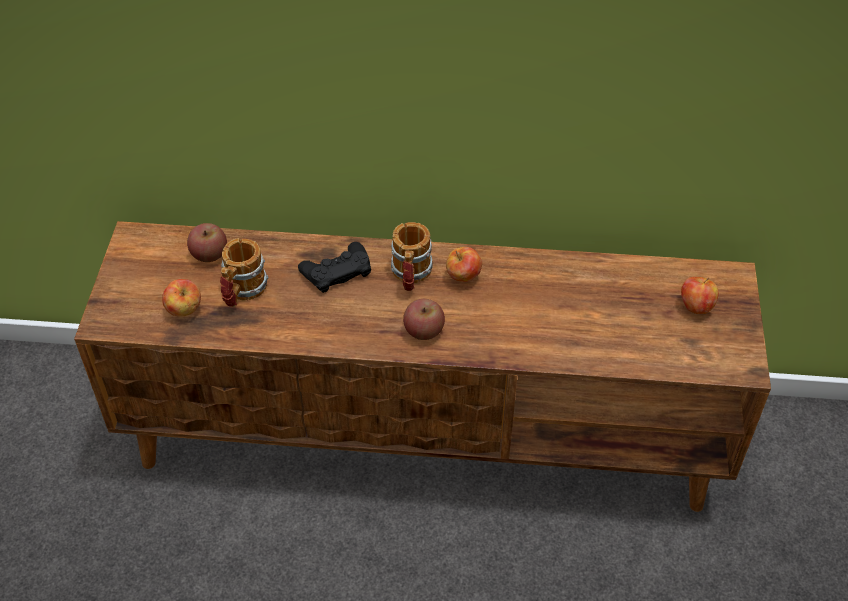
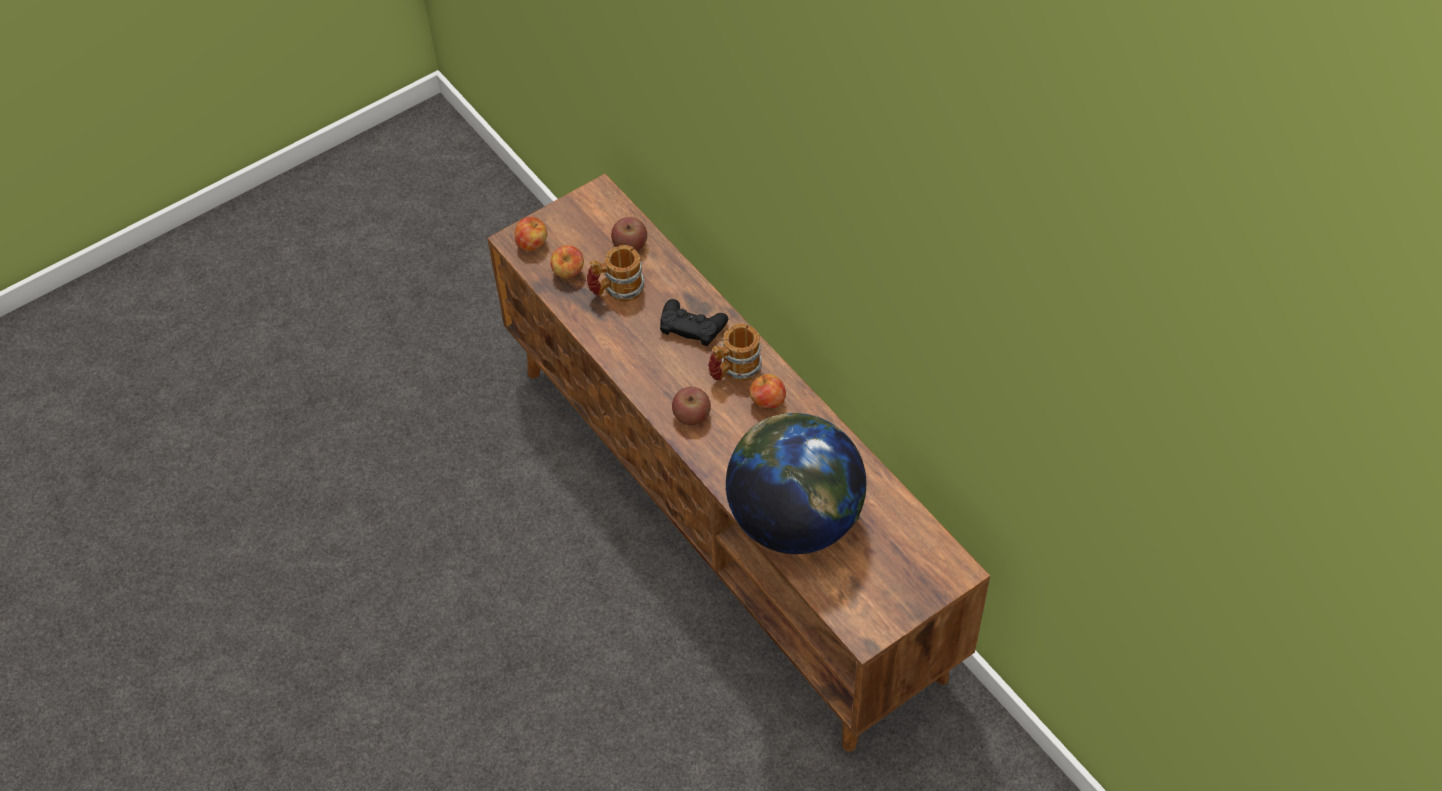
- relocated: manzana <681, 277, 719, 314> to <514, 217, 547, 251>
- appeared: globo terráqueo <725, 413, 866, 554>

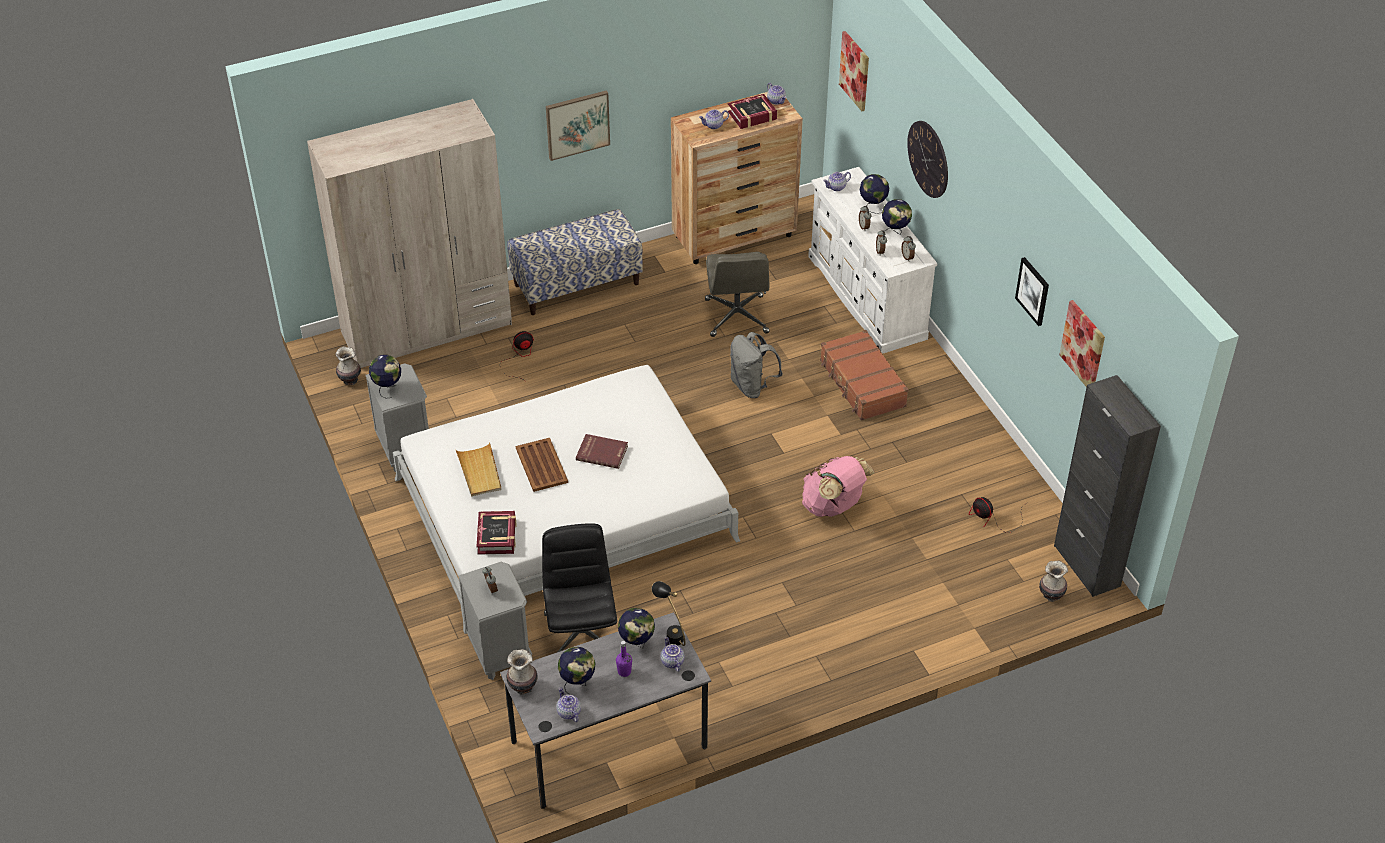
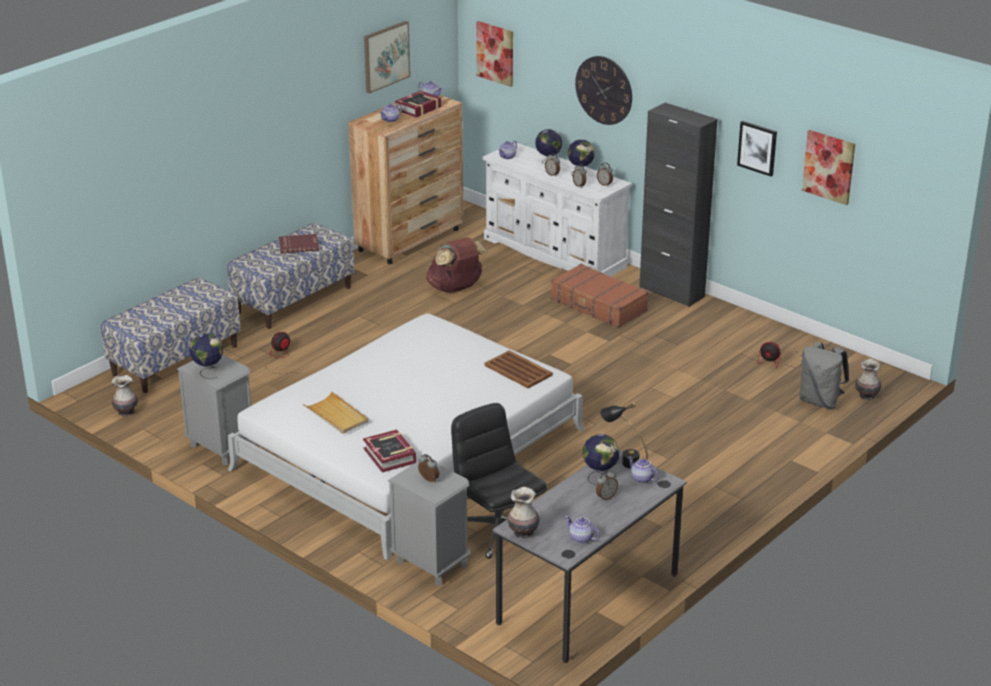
- exchanged: armario ropero [beis] <307, 99, 512, 368> to banco <101, 278, 241, 393>
- relocated: libro [rojo] <576, 434, 628, 469> to <279, 234, 319, 254>
- relocated: cuadro <546, 90, 610, 161> to <364, 21, 410, 93>
- exchanged: silla de oficina [gris] <705, 252, 770, 337> to mochila [marrón] <426, 237, 488, 293>
- relocated: bandeja [marrón] <516, 438, 568, 492> to <484, 350, 553, 389>
- exchanged: botella [morado] <616, 641, 632, 677> to despertador <596, 470, 618, 501>
- relocated: armario [negro] <1054, 375, 1161, 597> to <639, 103, 718, 307>
- relocated: mochila [gris] <730, 332, 783, 398> to <799, 342, 849, 409>
- missing: globo terráqueo <558, 647, 596, 695>
- missing: mochila [rosa] <802, 456, 875, 517>

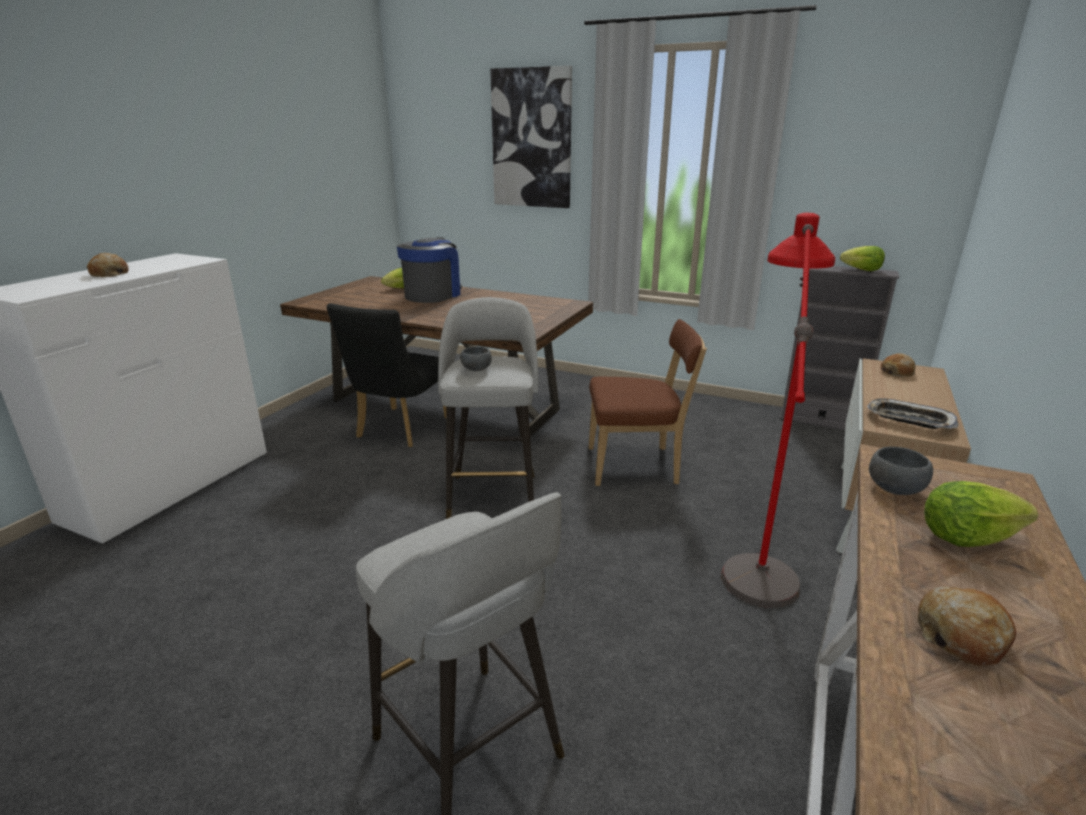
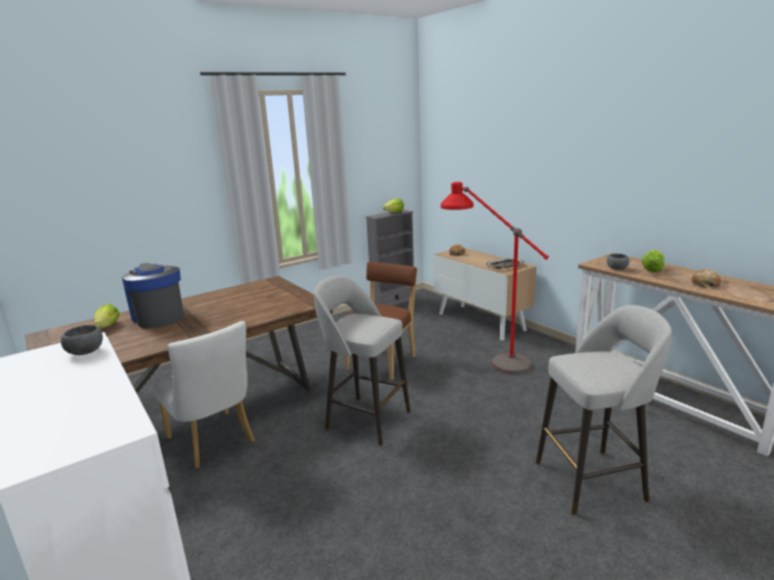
- relocated: cuenco [gris] <460, 347, 492, 371> to <61, 325, 103, 355>
- colour: silla [negro] <327, 303, 446, 447> to silla [blanco] <153, 321, 255, 468>
- missing: pan <87, 253, 128, 277>
- missing: cuadro <490, 66, 572, 208>

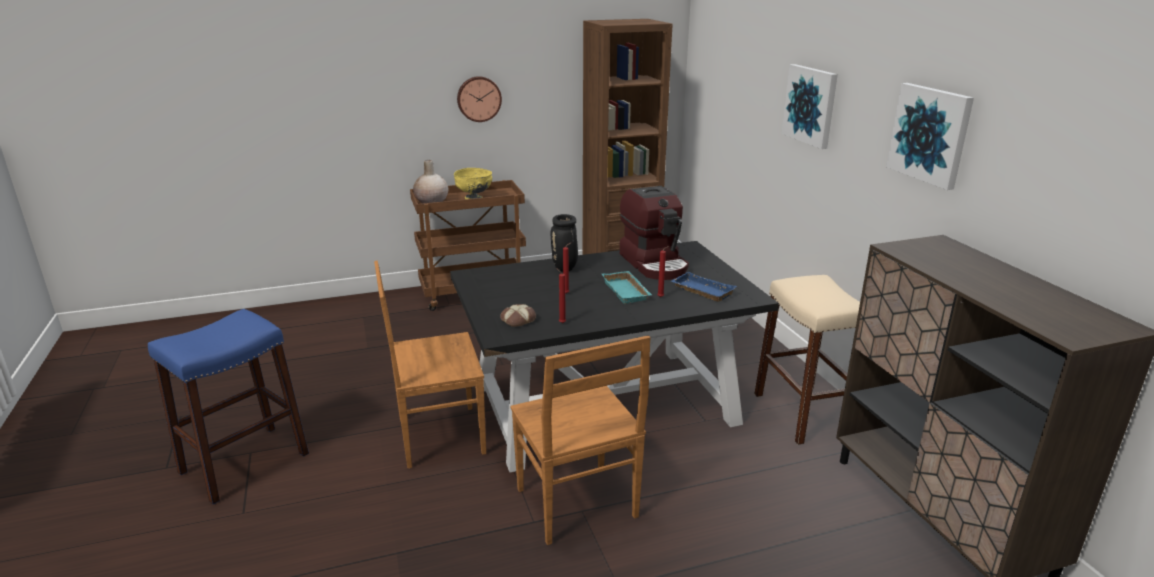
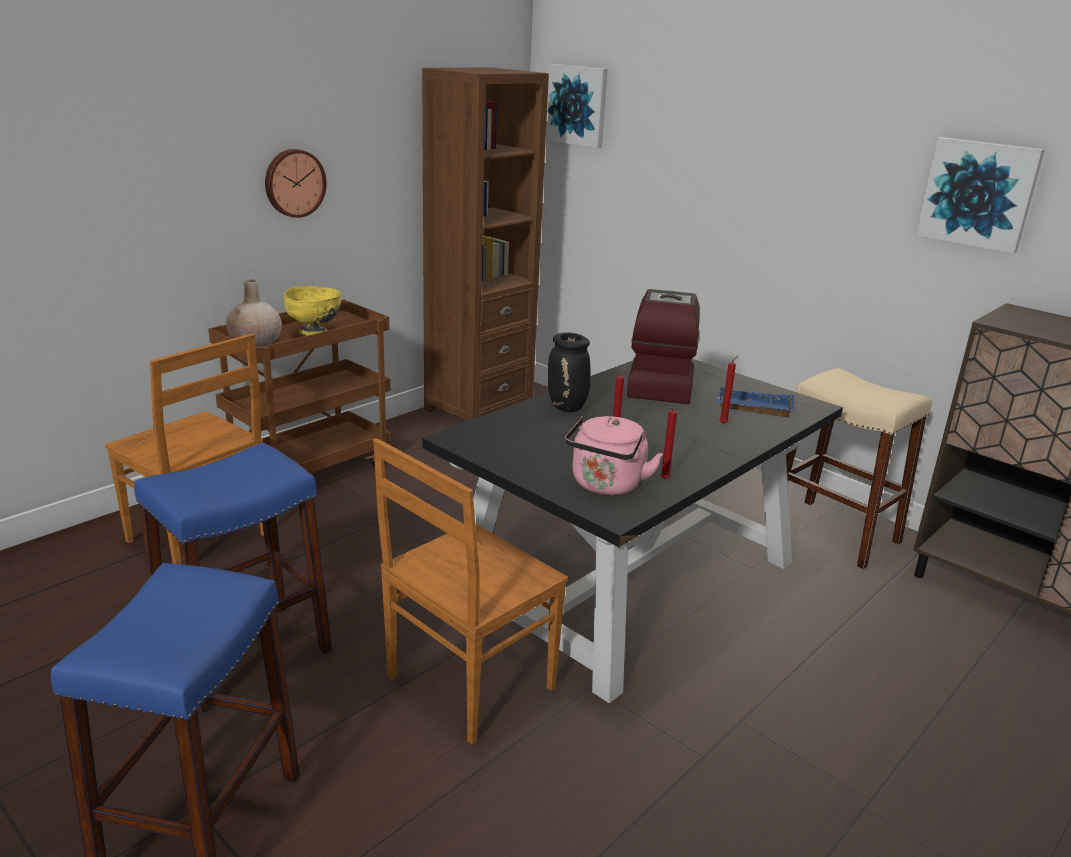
- relocated: silla [marrón] <511, 335, 651, 545> to <105, 334, 264, 564>
- appeared: taburete [azul] <134, 443, 332, 714>
- relocated: cuadro <782, 64, 838, 149> to <546, 64, 608, 148>
- exchanged: pan <500, 304, 536, 327> to hervidor [rosa] <565, 416, 663, 496>
- spun: cafetera <620, 186, 689, 280> = <627, 289, 700, 404> 120 degrees counterclockwise
- missing: bandeja [turquesa] <602, 271, 652, 304>

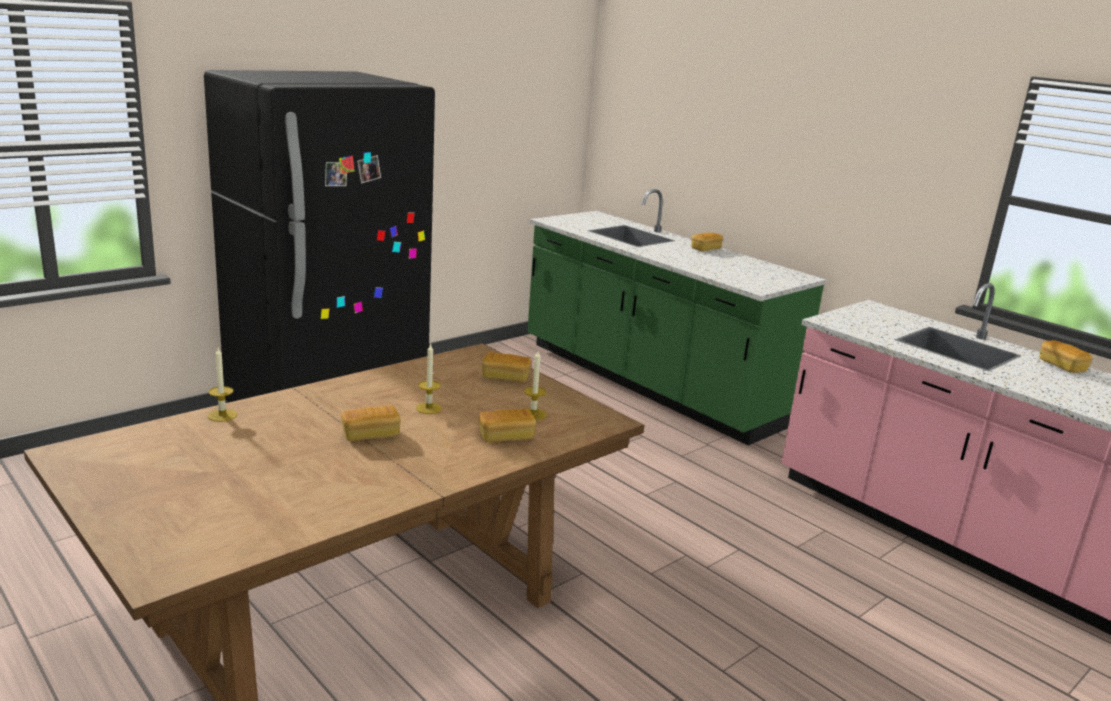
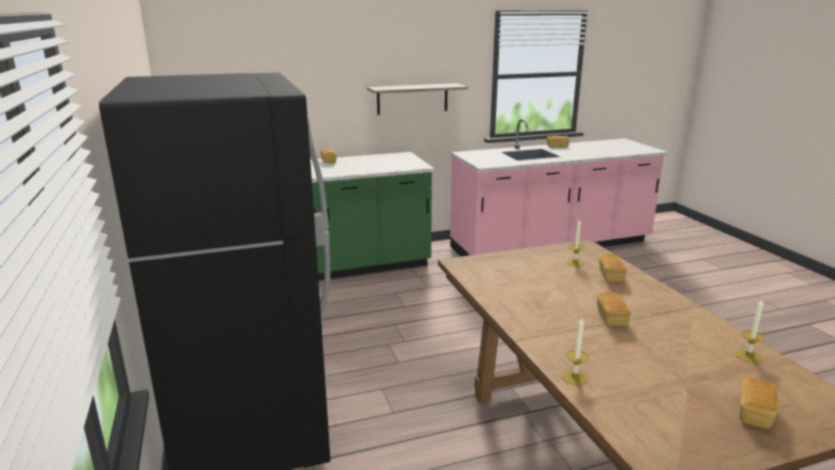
- appeared: estante <367, 83, 468, 115>
- relocated: vela <416, 343, 442, 414> to <735, 300, 765, 363>
- relocated: pan <482, 352, 531, 382> to <740, 377, 778, 429>

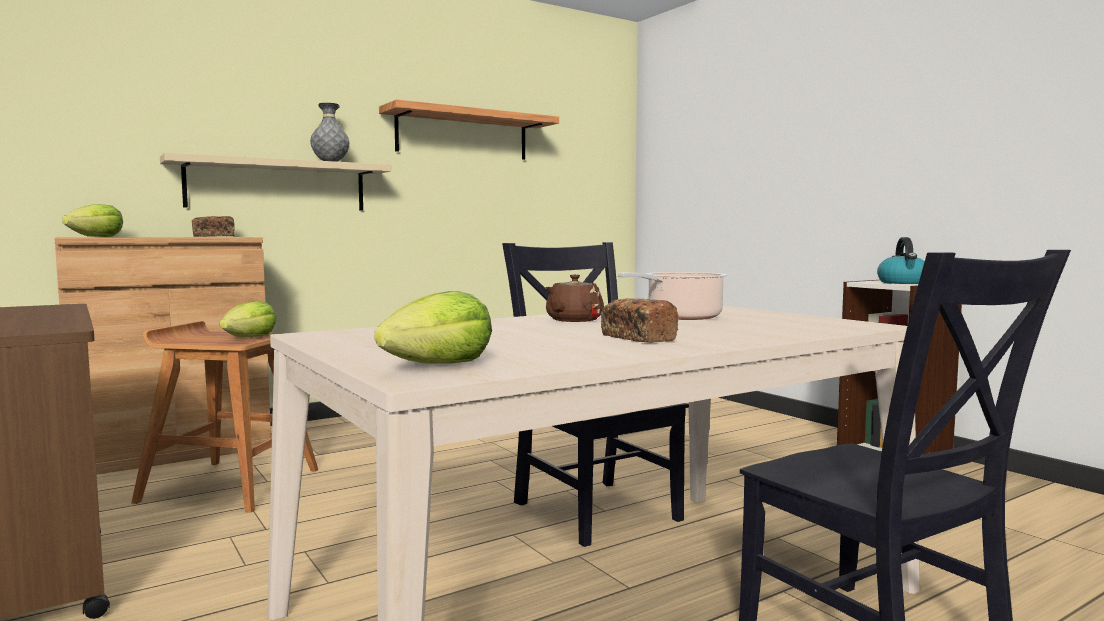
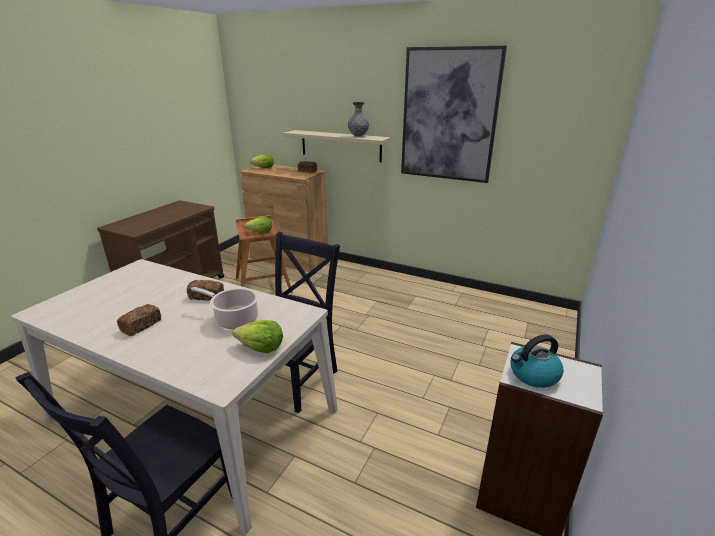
- exchanged: tetera [marrón] <545, 274, 604, 322> to pan <187, 280, 224, 301>
- relocated: lechuga <374, 291, 492, 364> to <232, 320, 283, 353>
- exchanged: estante <379, 99, 559, 160> to cuadro <401, 46, 507, 183>

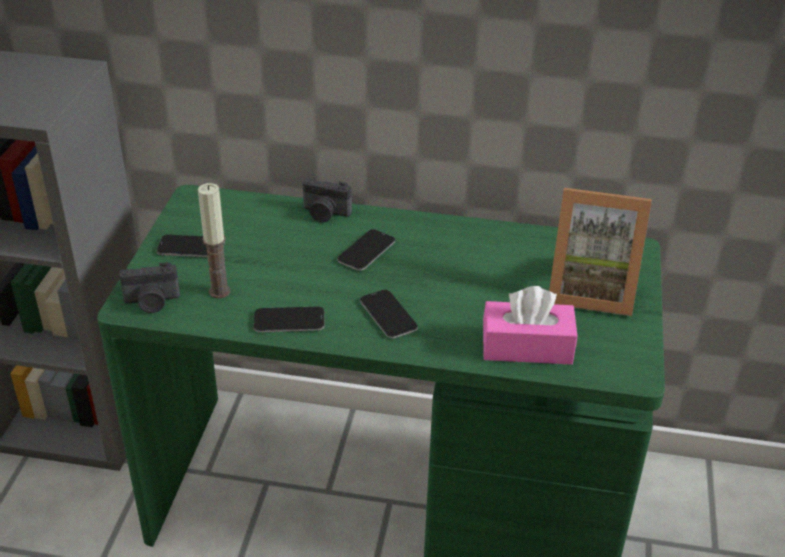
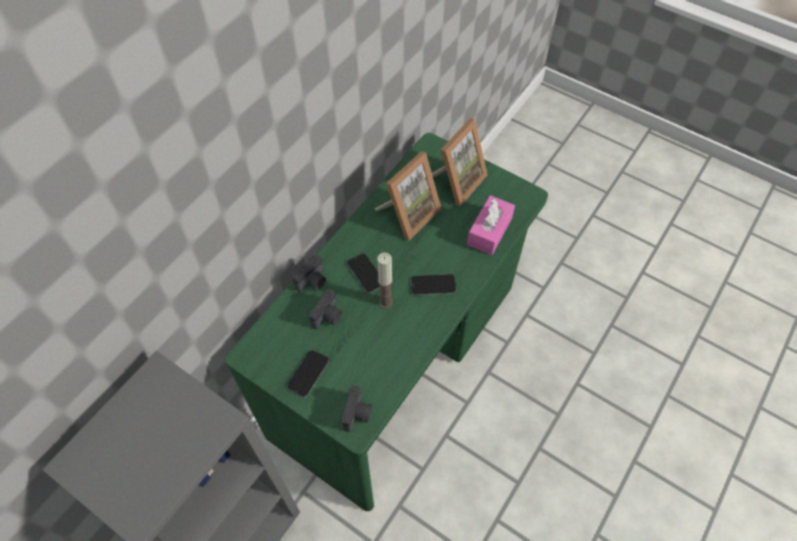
- appeared: cámara <309, 289, 342, 329>
- appeared: portarretratos <375, 151, 441, 240>
- relocated: vela <198, 183, 230, 299> to <377, 253, 393, 308>
- missing: móvil <254, 306, 325, 332>

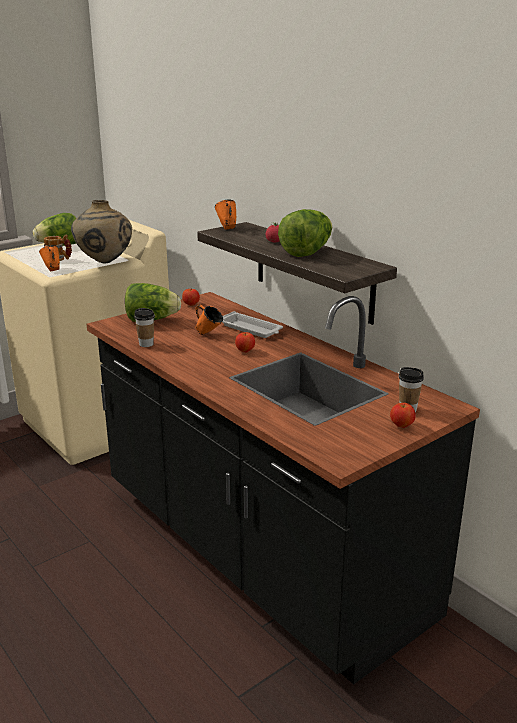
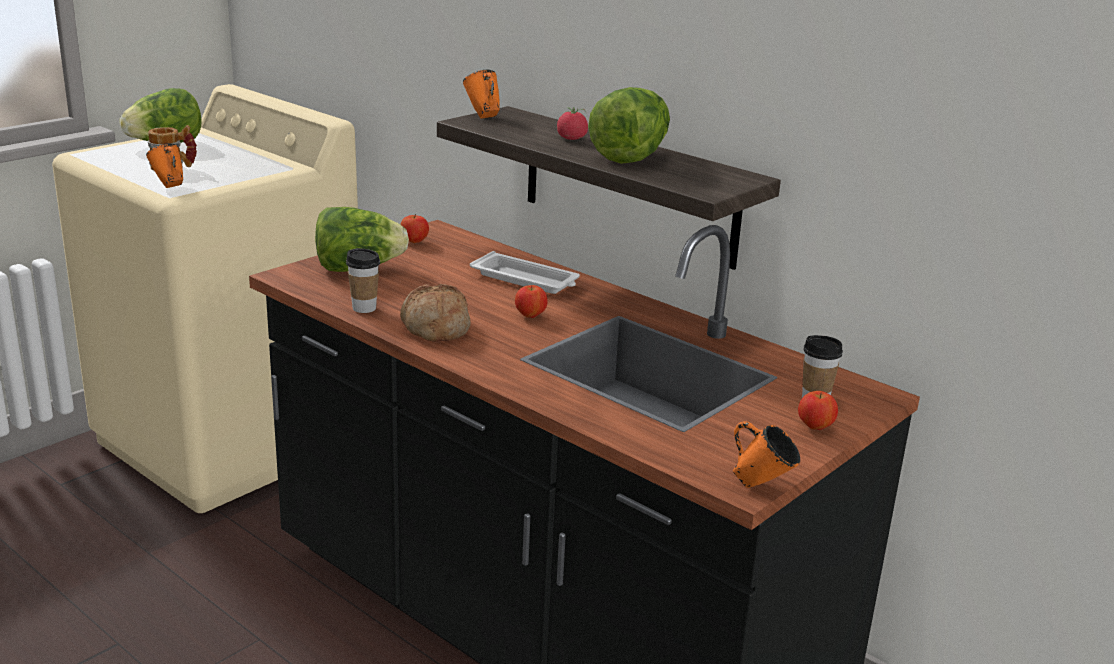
- appeared: pan <400, 284, 471, 342>
- relocated: taza grande [naranja] <195, 305, 223, 335> to <733, 421, 800, 488>
- missing: florero [beis] <71, 200, 132, 264>

